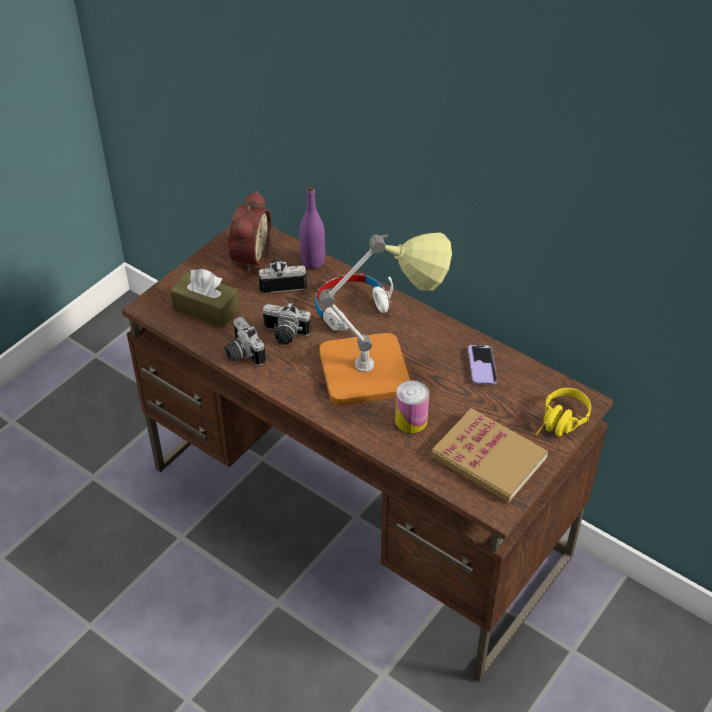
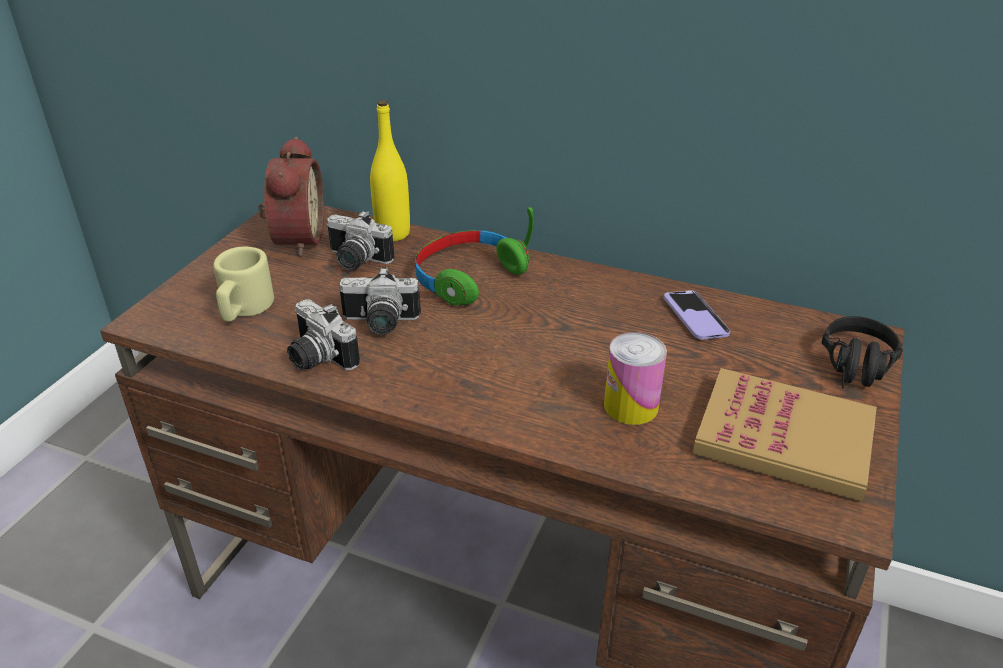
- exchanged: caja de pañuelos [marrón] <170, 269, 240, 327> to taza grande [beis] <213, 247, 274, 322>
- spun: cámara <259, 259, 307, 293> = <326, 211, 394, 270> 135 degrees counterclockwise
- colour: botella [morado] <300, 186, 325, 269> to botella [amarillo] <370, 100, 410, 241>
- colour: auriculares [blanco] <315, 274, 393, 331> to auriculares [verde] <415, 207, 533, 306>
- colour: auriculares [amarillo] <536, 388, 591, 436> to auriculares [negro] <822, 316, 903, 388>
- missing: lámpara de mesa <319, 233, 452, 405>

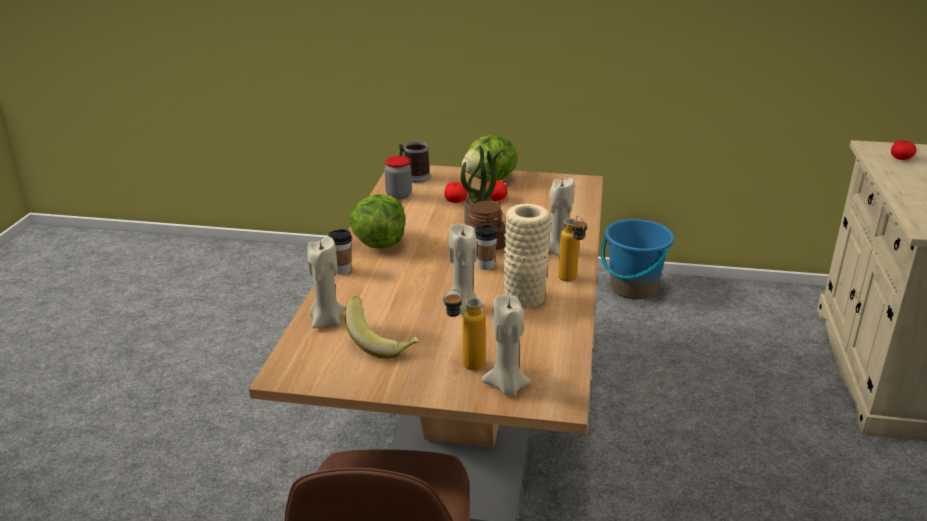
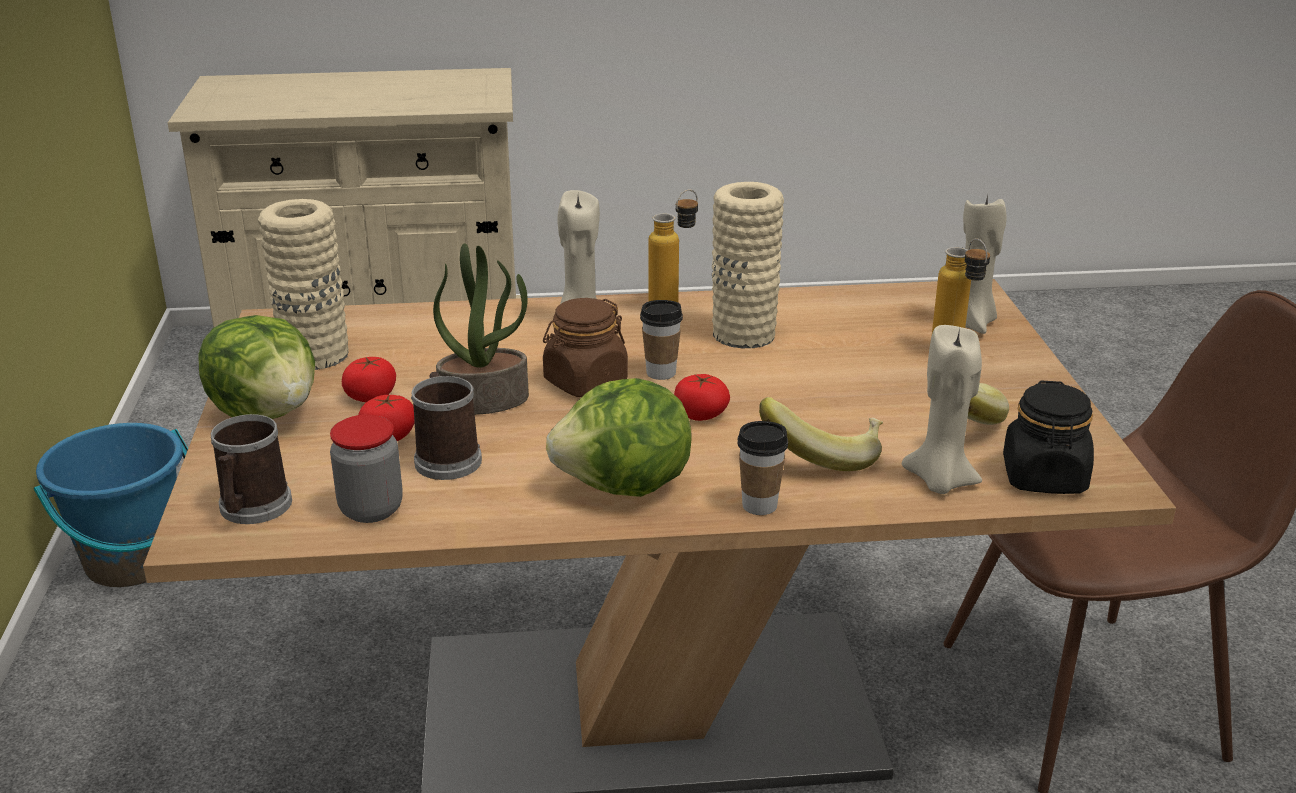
- appeared: florero [beis] <258, 199, 349, 370>
- appeared: taza grande <411, 372, 482, 480>
- relocated: tomate <891, 140, 917, 160> to <674, 374, 730, 421>
- appeared: plátano <759, 397, 883, 471>
- appeared: tarro [negro] <1003, 380, 1094, 494>
- missing: vela [beis] <444, 224, 483, 313>

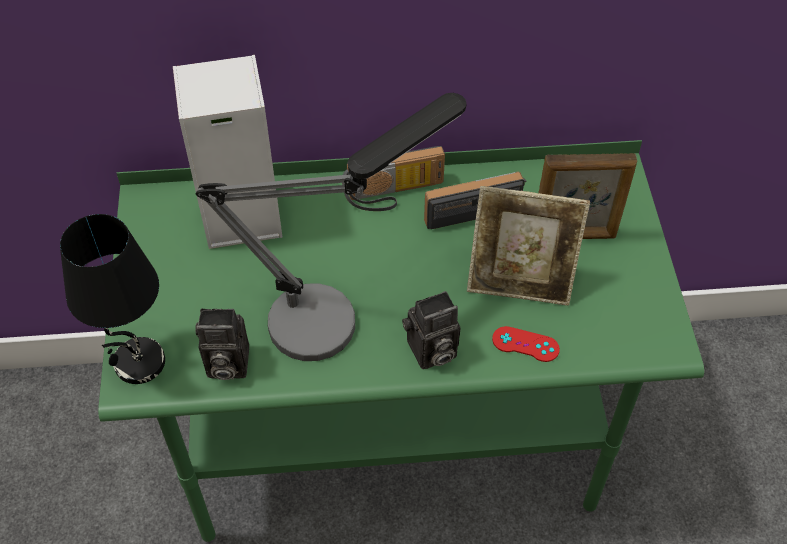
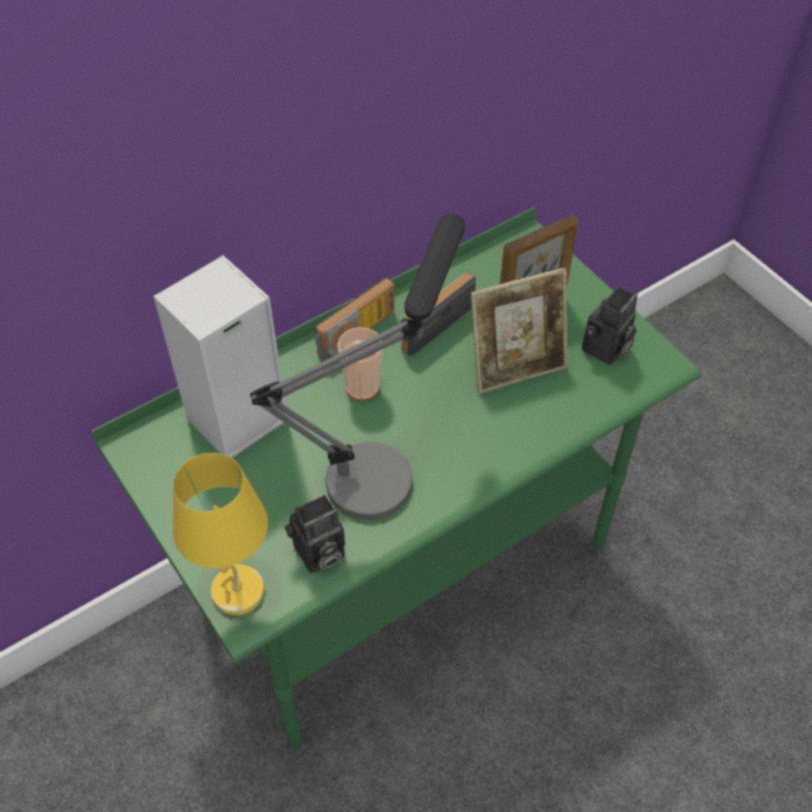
- colour: lámpara de mesa [negro] <60, 214, 165, 384> to lámpara de mesa [amarillo] <173, 453, 268, 615>
- appeared: taza <337, 327, 383, 401>
- relocated: cámara <402, 291, 460, 369> to <582, 287, 638, 365>
- missing: mando de consola [rojo] <492, 326, 560, 362>

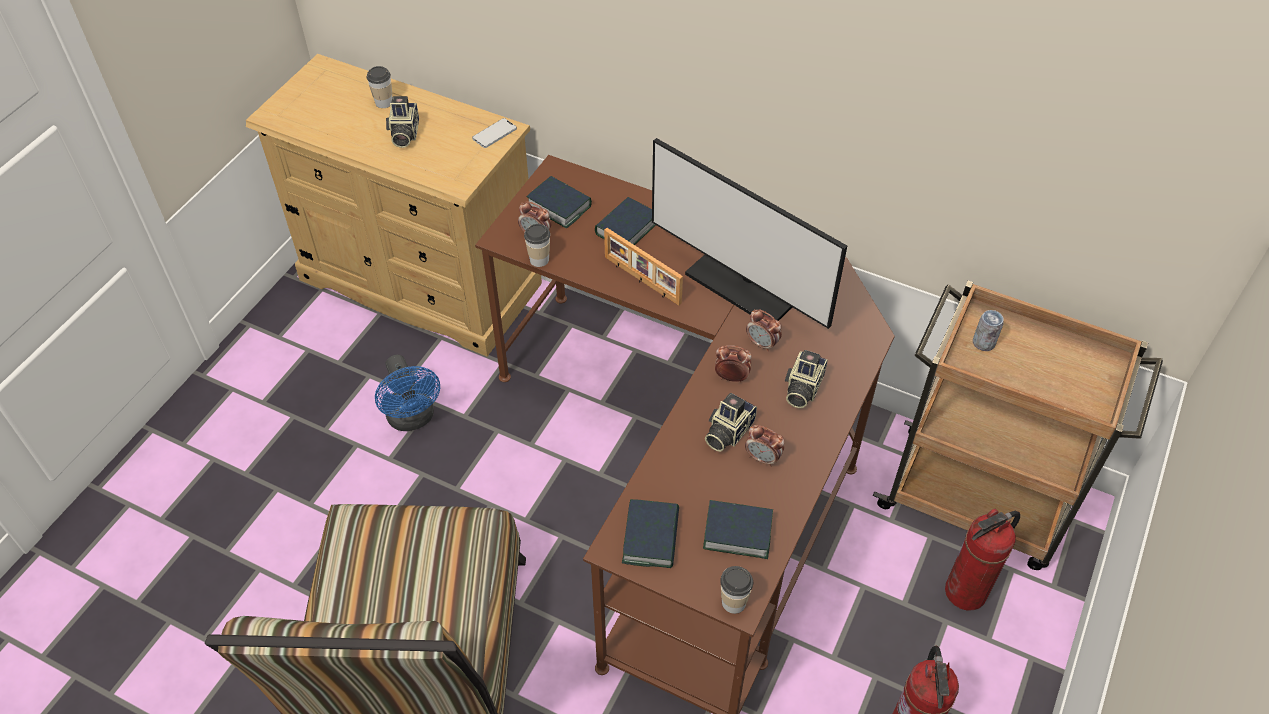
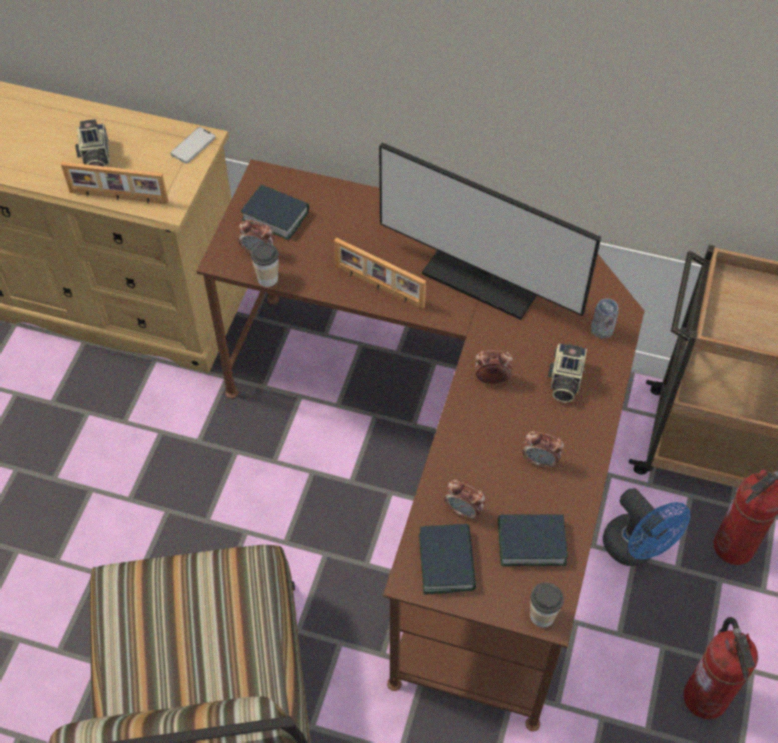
- appeared: portarretratos <61, 162, 169, 204>
- relocated: despertador <746, 309, 782, 352> to <445, 479, 485, 520>
- relocated: lata <973, 310, 1003, 351> to <591, 298, 619, 339>
- relocated: ventilador [azul] <375, 355, 440, 431> to <603, 488, 690, 566>
- missing: taza <367, 66, 392, 108>
- missing: libro <595, 197, 656, 245>
- missing: cámara <705, 393, 757, 452>

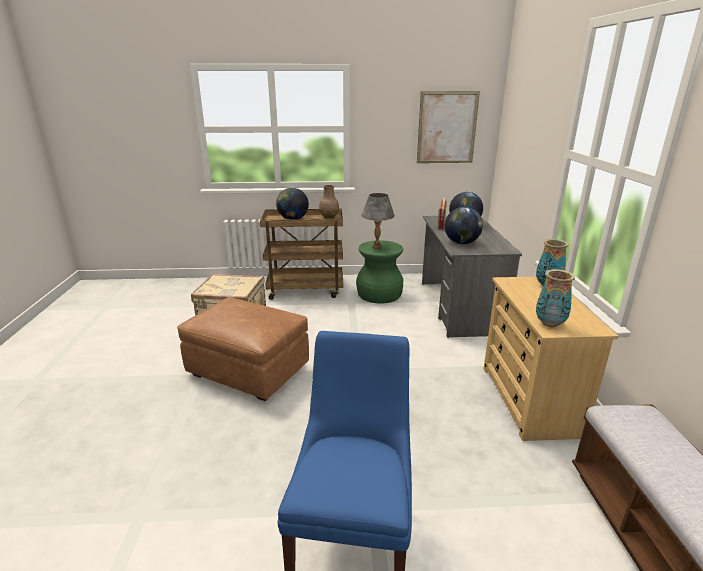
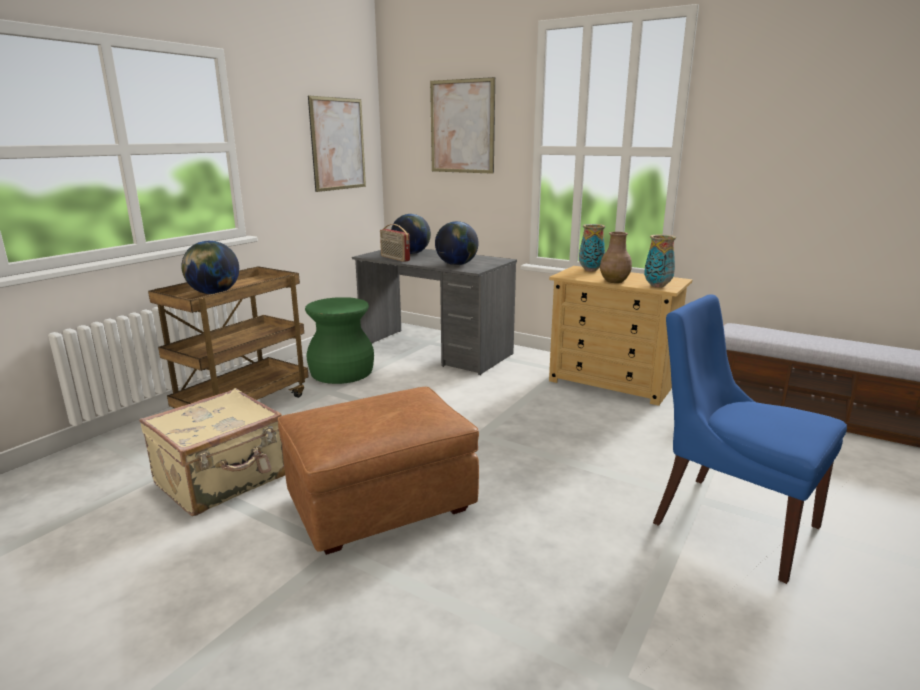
- appeared: cuadro <430, 77, 495, 174>
- relocated: florero [marrón] <319, 185, 339, 218> to <600, 232, 632, 283>
- missing: lámpara de mesa [gris] <361, 193, 395, 249>

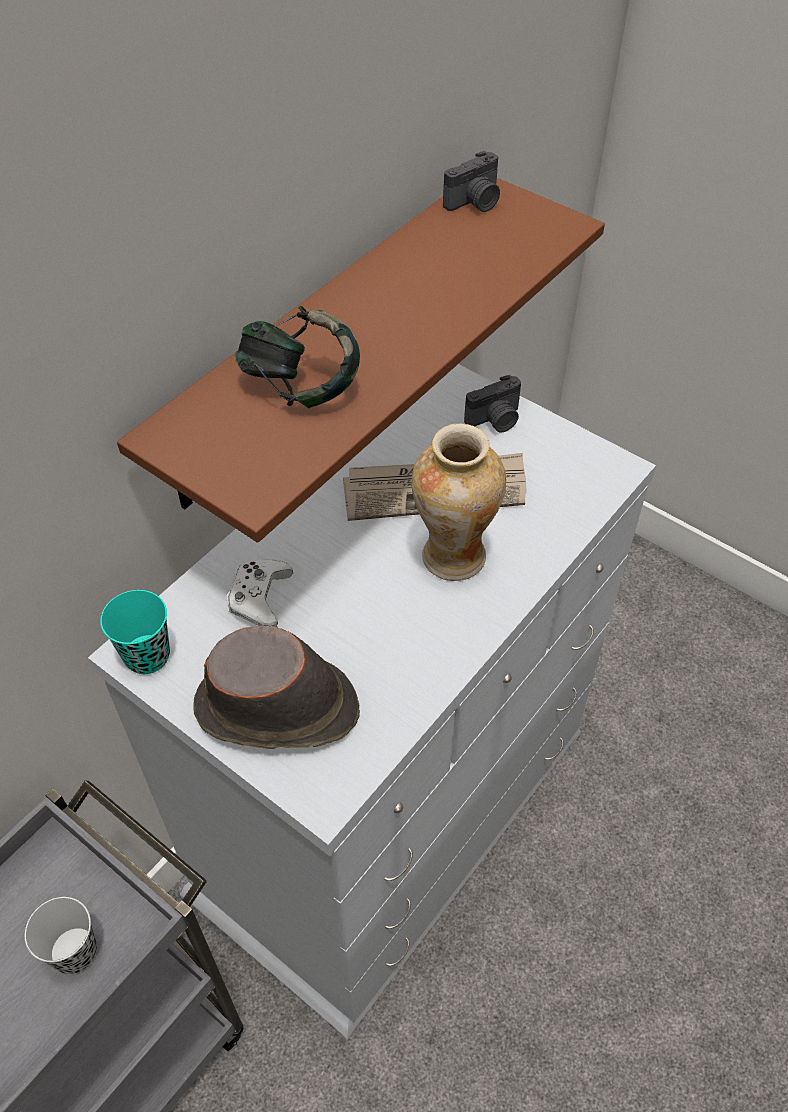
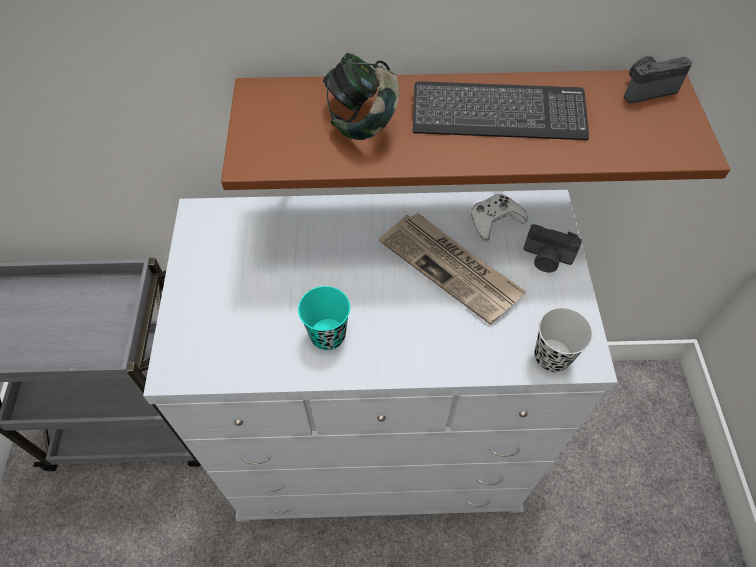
- relocated: taza [turquesa] <100, 590, 170, 674> to <298, 286, 350, 350>
- appeared: teclado <413, 81, 589, 140>
- relocated: mando de consola [blanco] <227, 560, 293, 627> to <471, 194, 528, 242>
- relocated: taza [negro] <25, 897, 97, 974> to <535, 308, 593, 372>
- spun: cámara <443, 151, 500, 212> = <624, 56, 692, 103> 150 degrees clockwise
- missing: sombrero [marrón] <193, 626, 360, 749>
- missing: florero <411, 424, 506, 581>

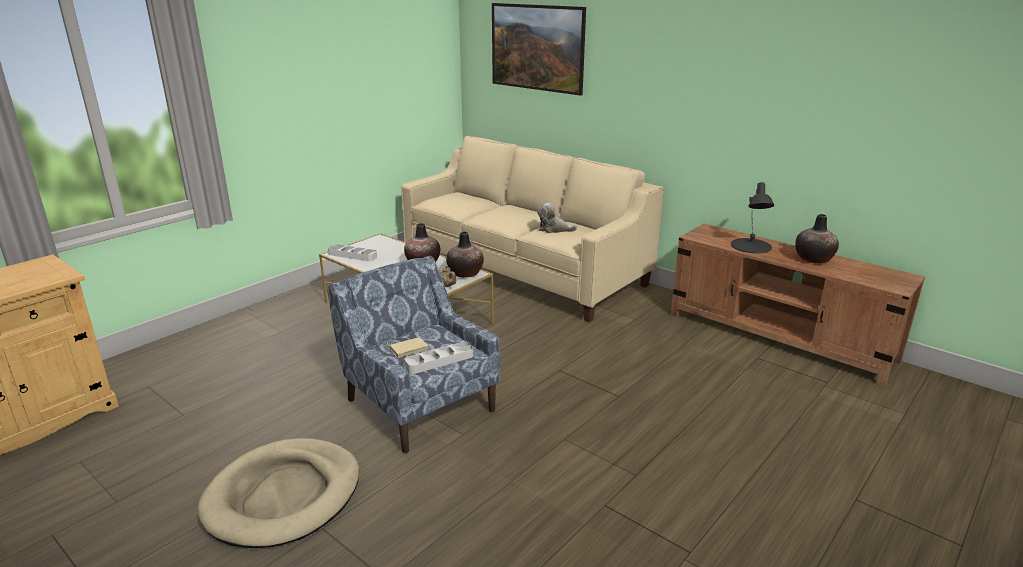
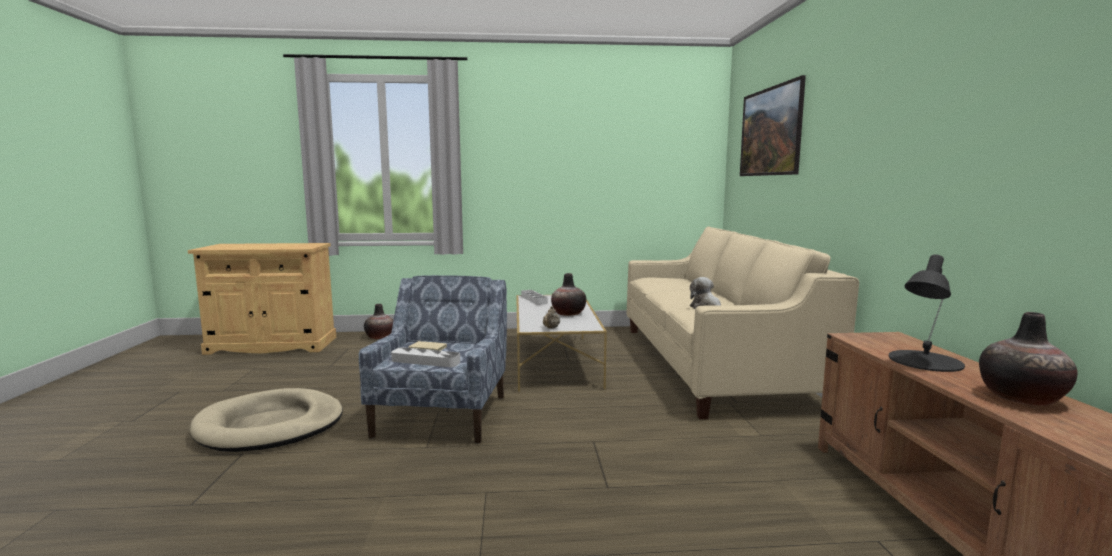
- relocated: florero <446, 232, 484, 278> to <364, 304, 393, 339>

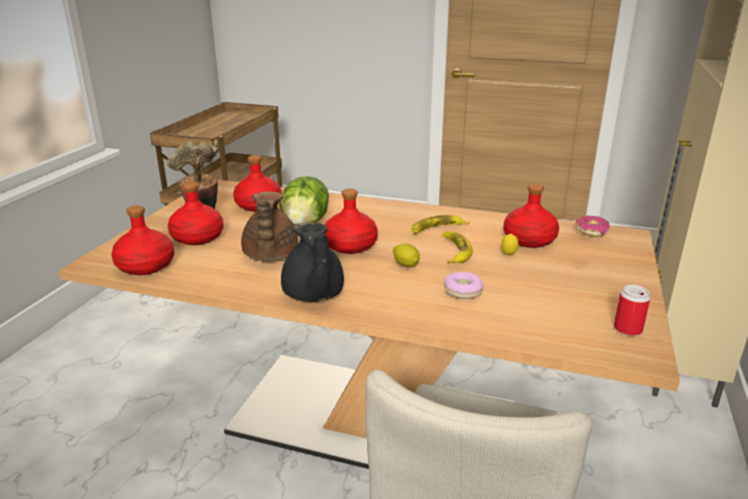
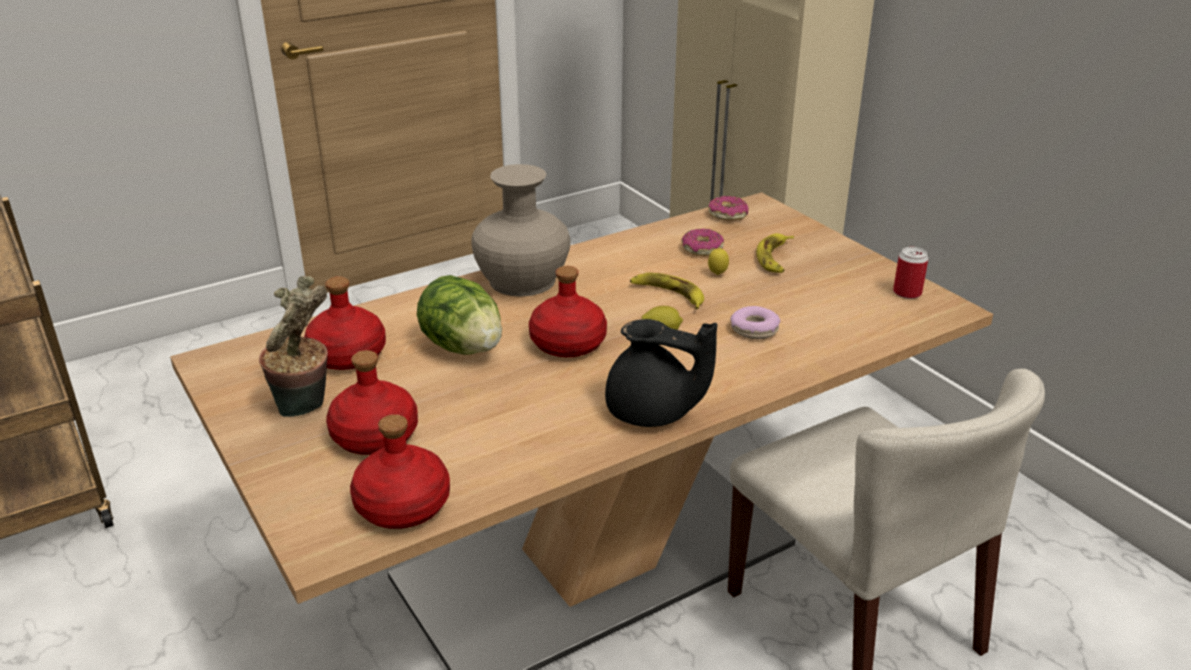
- appeared: florero [beis] <471, 164, 571, 297>
- exchanged: botella [rojo] <503, 184, 559, 248> to rosquilla <681, 229, 724, 256>
- relocated: plátano <411, 215, 469, 234> to <757, 233, 794, 273>
- missing: tetera [marrón] <241, 192, 298, 261>

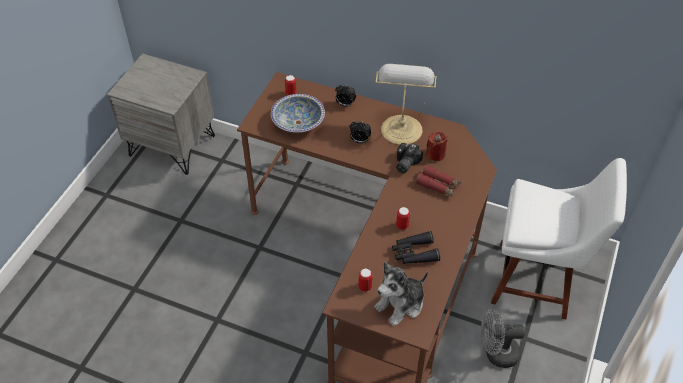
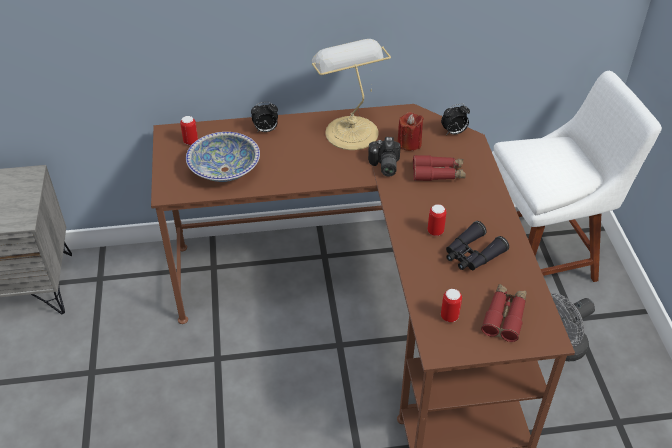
- relocated: despertador <349, 121, 371, 143> to <441, 104, 470, 134>
- exchanged: peluche <374, 262, 428, 326> to prismáticos [rojo] <481, 284, 527, 342>

